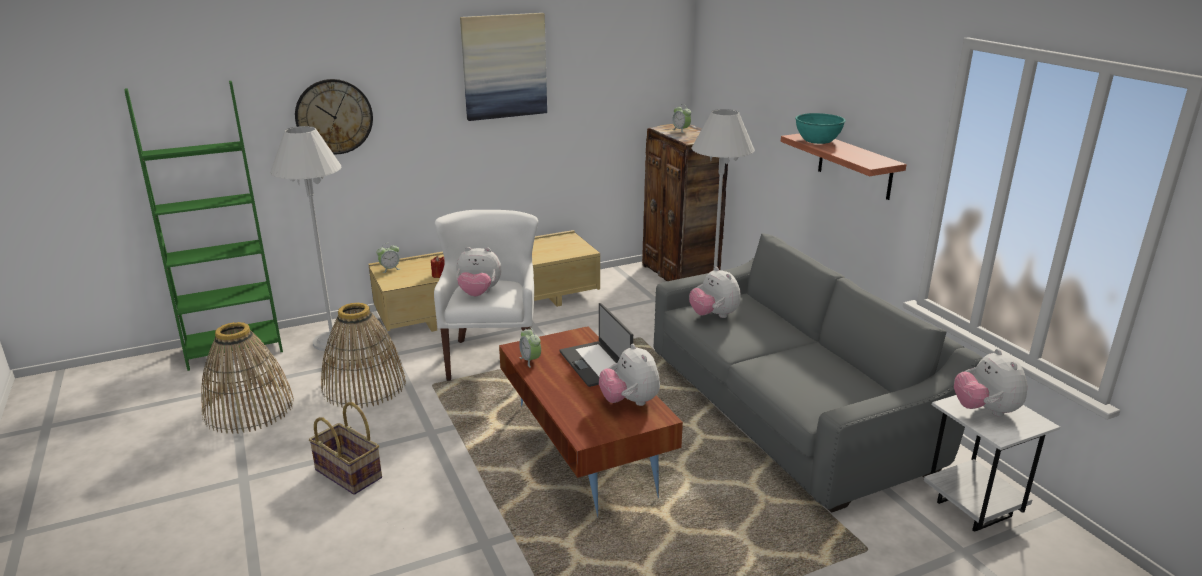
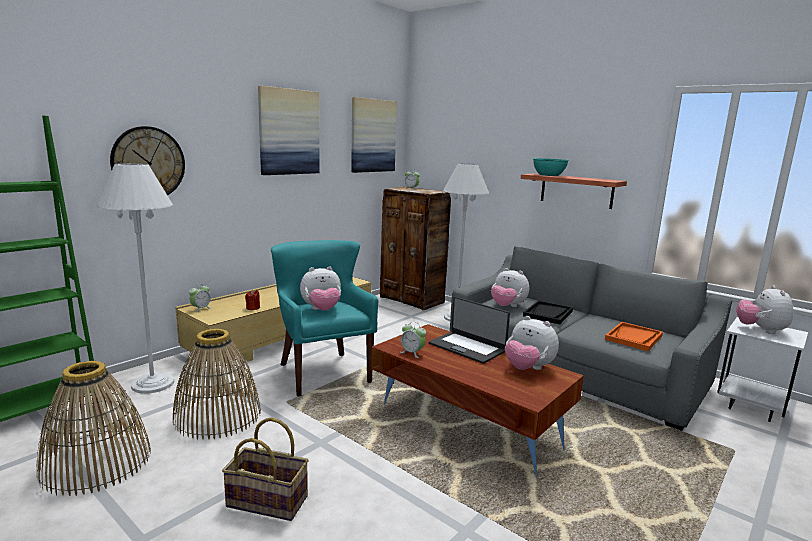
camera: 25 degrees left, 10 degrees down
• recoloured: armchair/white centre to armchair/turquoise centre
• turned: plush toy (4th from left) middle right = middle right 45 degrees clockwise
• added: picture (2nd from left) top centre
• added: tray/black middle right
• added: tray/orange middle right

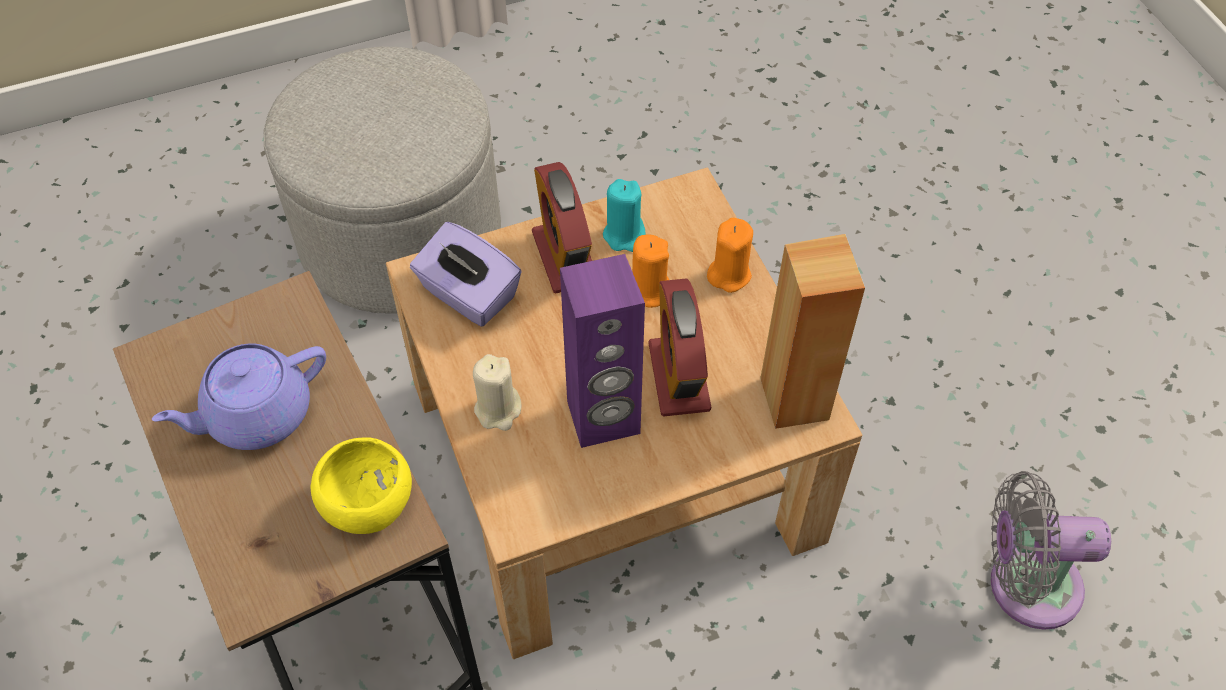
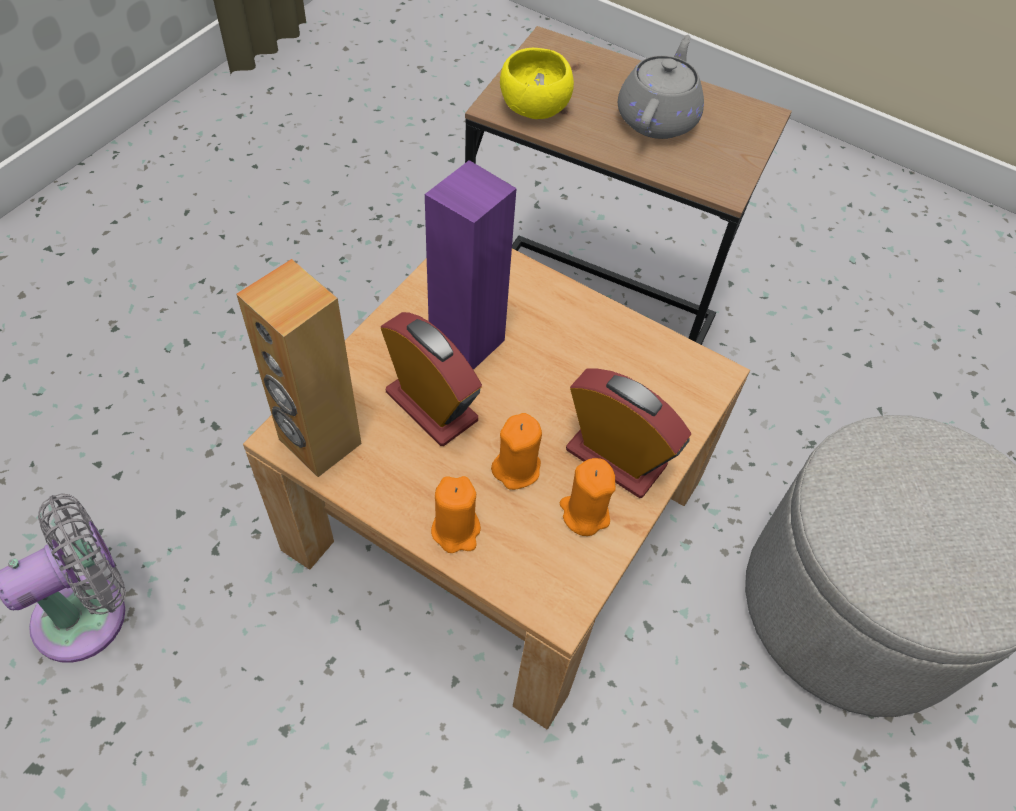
camera: 140 degrees right, 0 degrees up
• recoloured: teapot/purple middle left to teapot/grey top centre
• removed: tissue box/purple centre
• removed: candle/beige centre
• recoloured: candle/turquoise top centre to candle/orange (3rd from left) centre

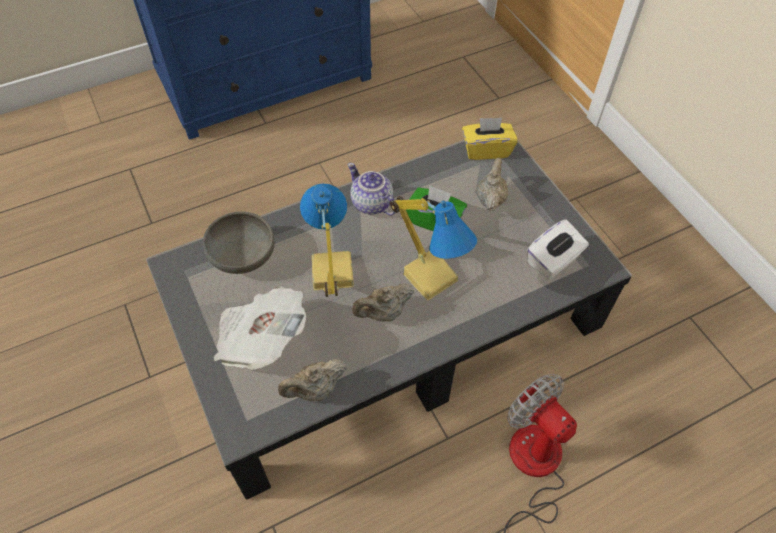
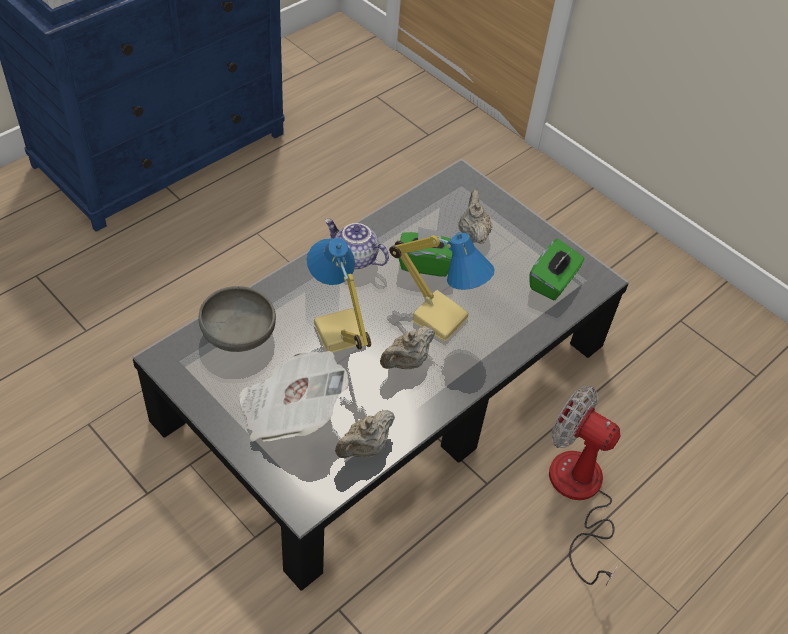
camera: 20 degrees left, 5 degrees down
• removed: tissue box/yellow top centre
• recoloured: tissue box/white middle right to tissue box/green (2nd from left) middle right

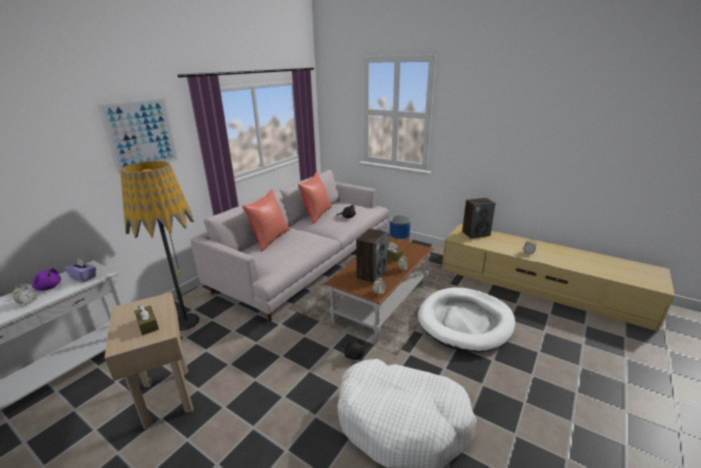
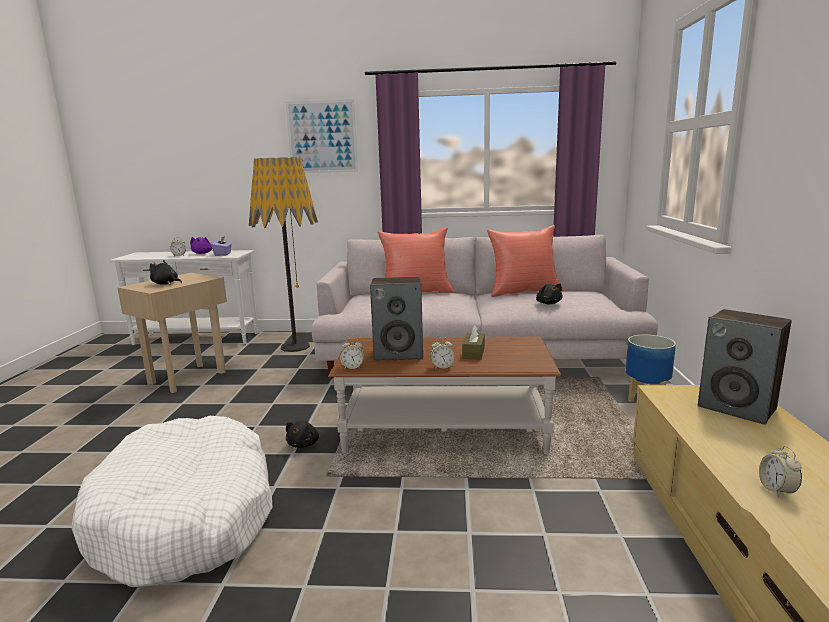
camera: 60 degrees right, 10 degrees down
• replaced: tissue box/brown (1st from left) bottom left to plush toy/black (1st from left) middle left
• removed: dog bed/white (2nd from left) bottom centre

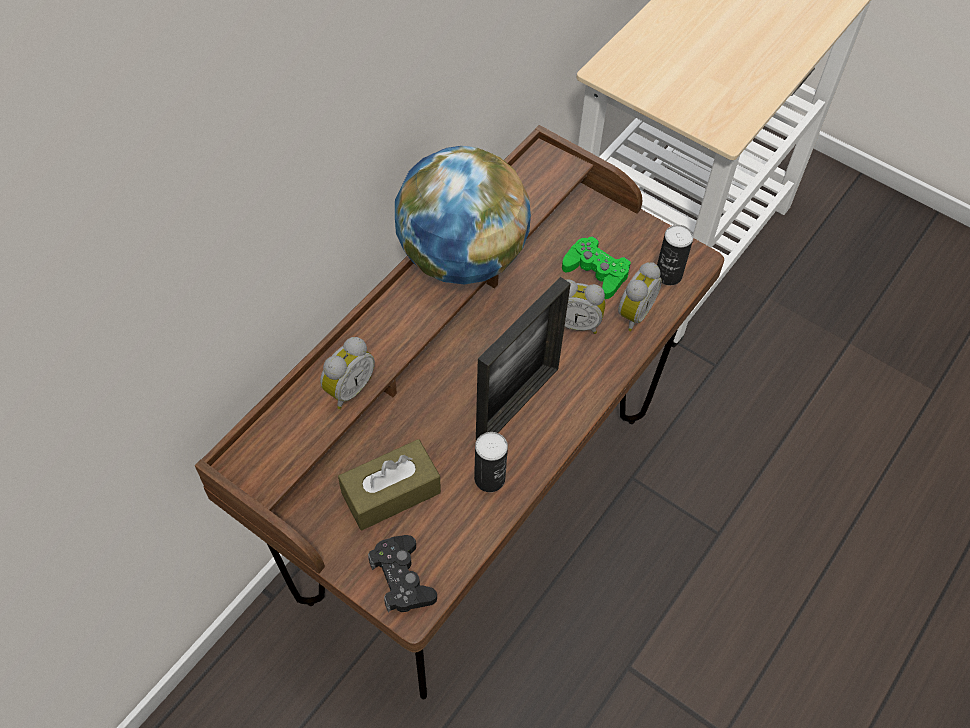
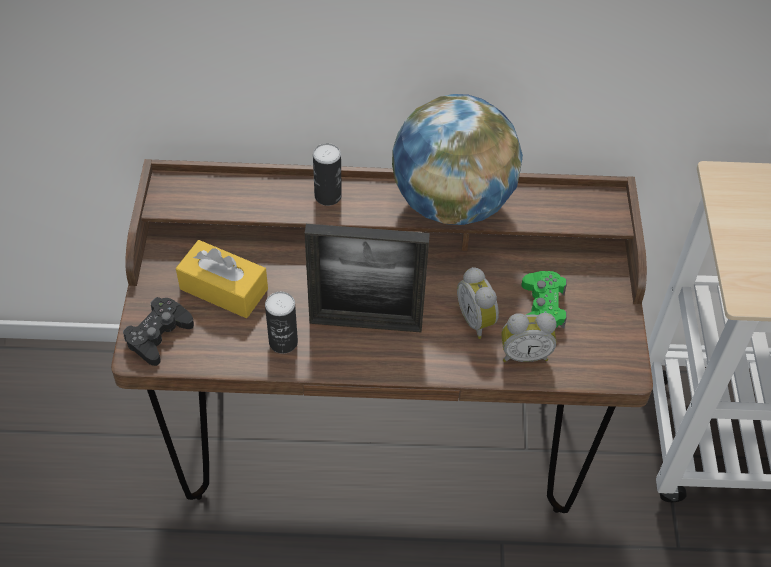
camera: 55 degrees right, 5 degrees down
• removed: alarm clock (1st from left) centre
• recoloured: tissue box/brown centre to tissue box/yellow middle left
• moved: can (2nd from left) middle right to top centre

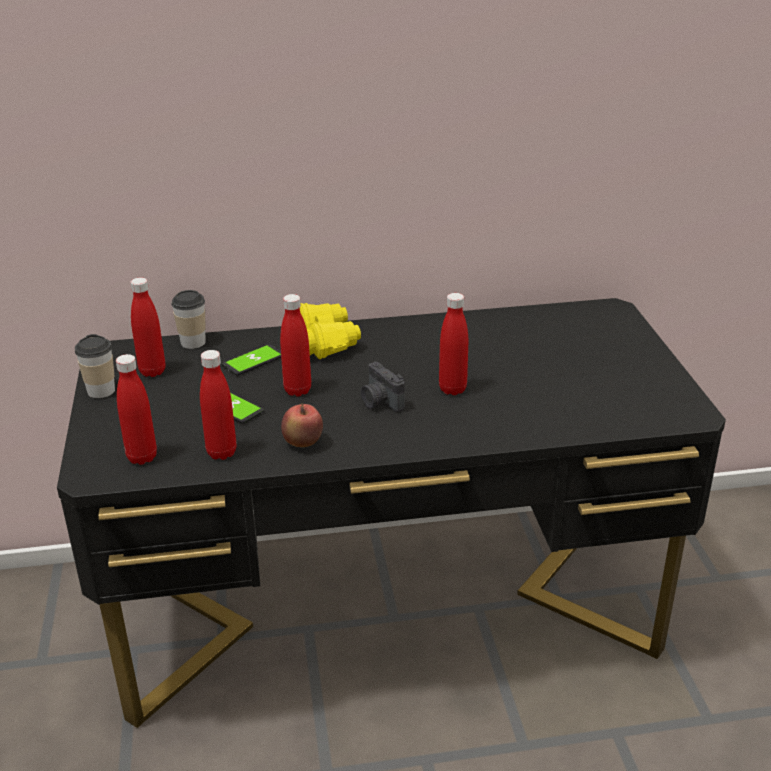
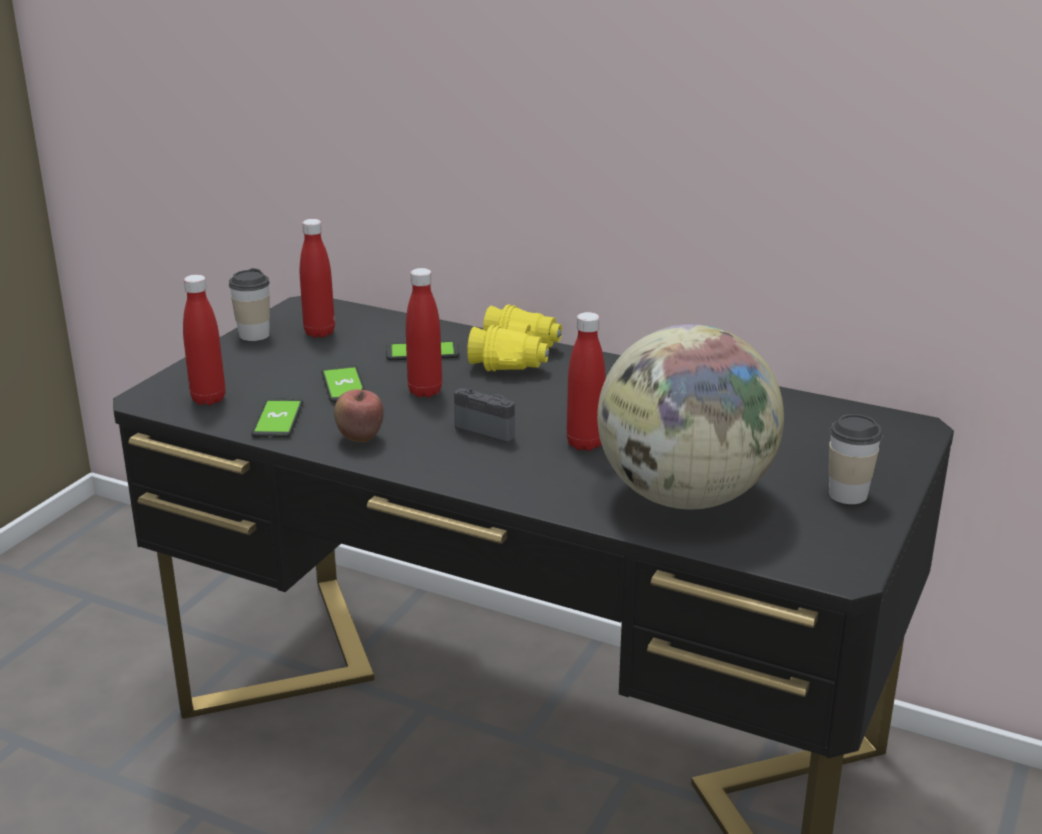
camera: 35 degrees right, 5 degrees down
• moved: cup (2nd from left) middle left to middle right
• replaced: bottle/red (3rd from left) middle left to phone (1st from left) middle left
• turned: photo camera centre = centre 120 degrees clockwise
• added: globe centre

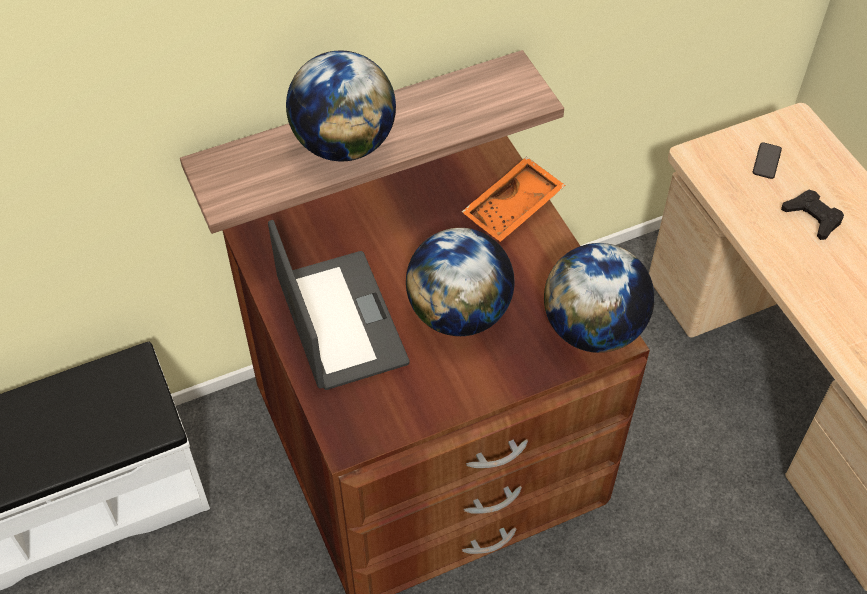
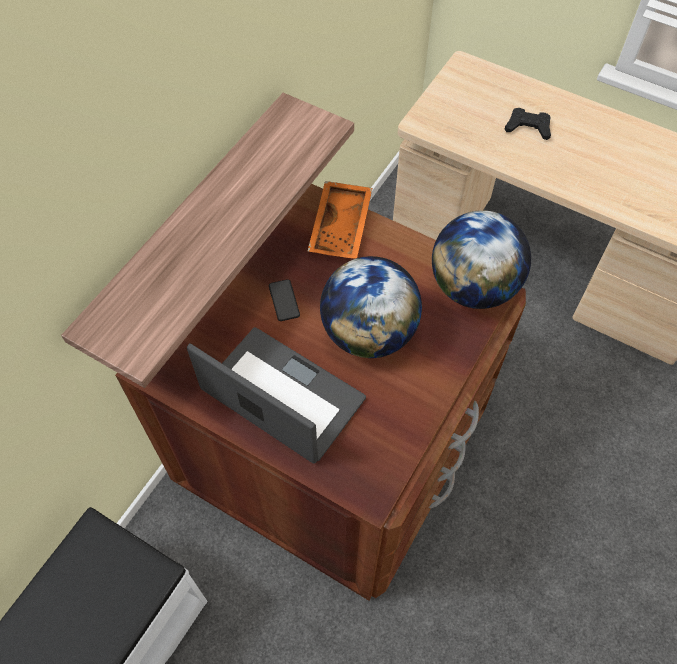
camera: 35 degrees left, 5 degrees up
• removed: globe (1st from left) top centre
• moved: phone top right to centre

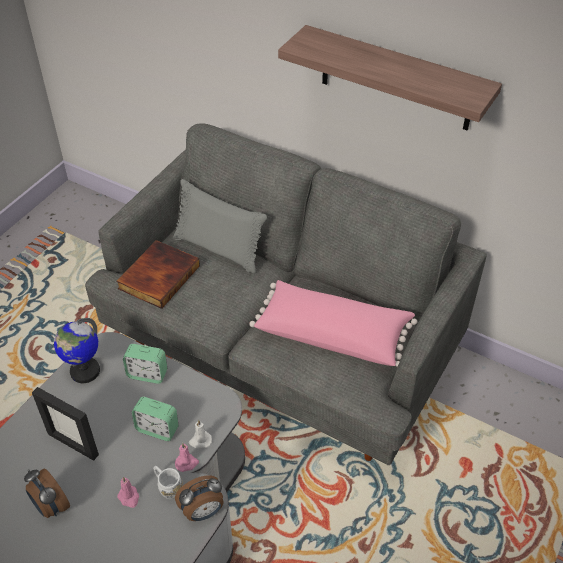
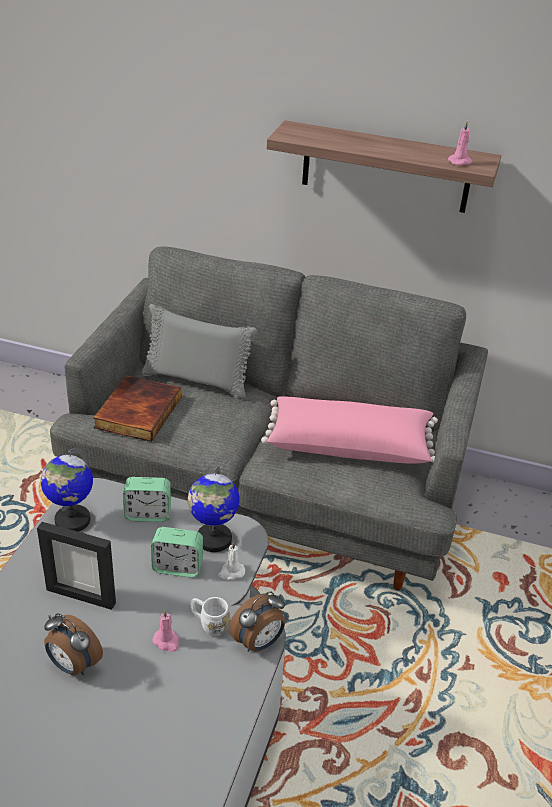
camera: 15 degrees left, 10 degrees down
• moved: candle/pink (2nd from left) bottom left to top right
• added: globe (2nd from left) centre

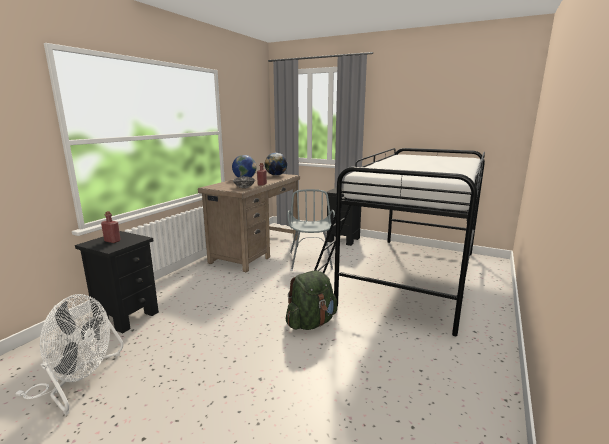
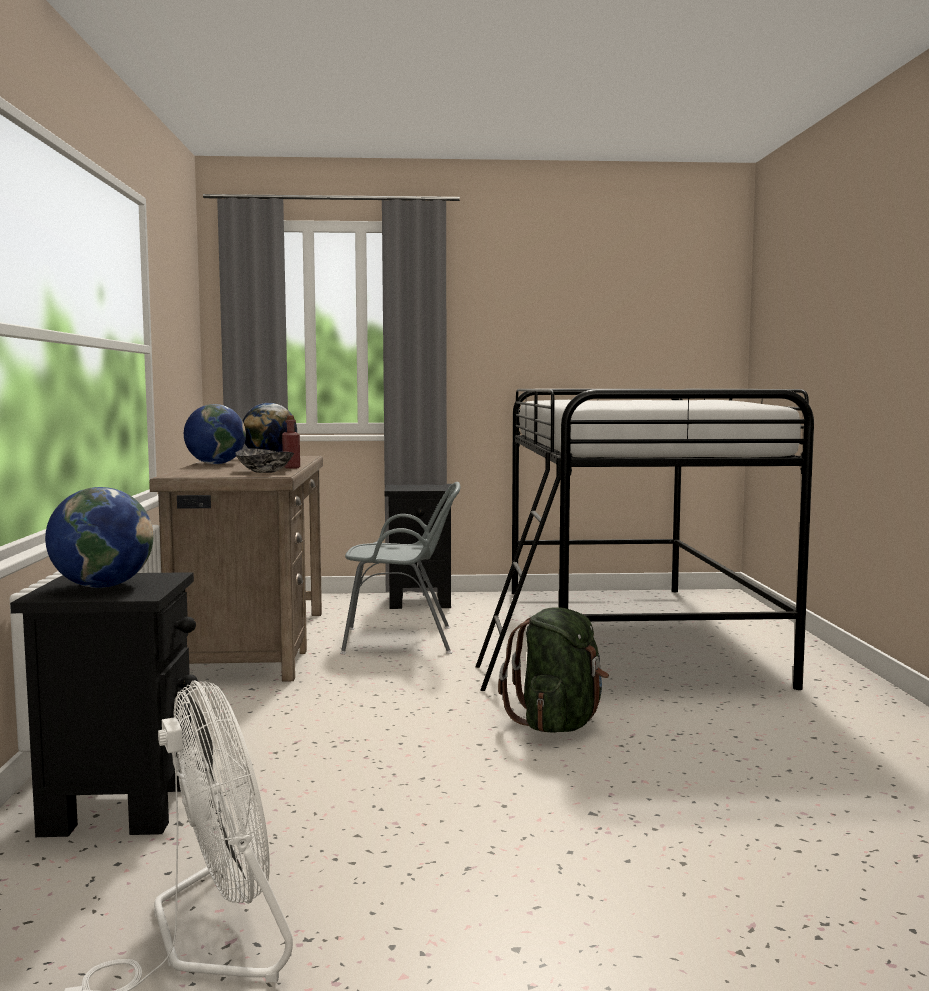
camera: 30 degrees left, 10 degrees down
• replaced: bottle/red (1st from left) middle left to globe (1st from left) middle left
• turned: chair/grey centre = centre 120 degrees clockwise

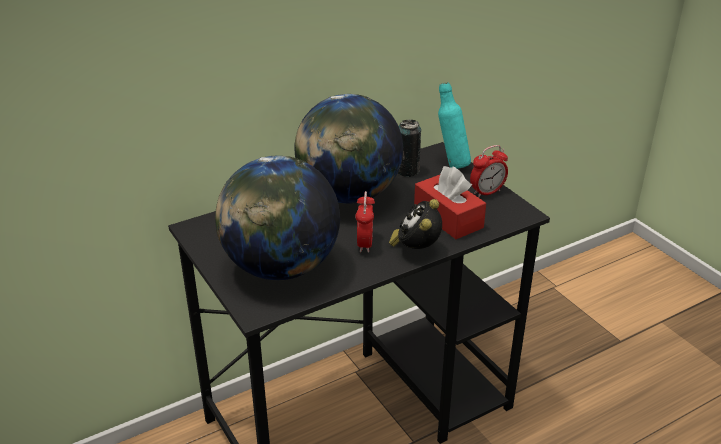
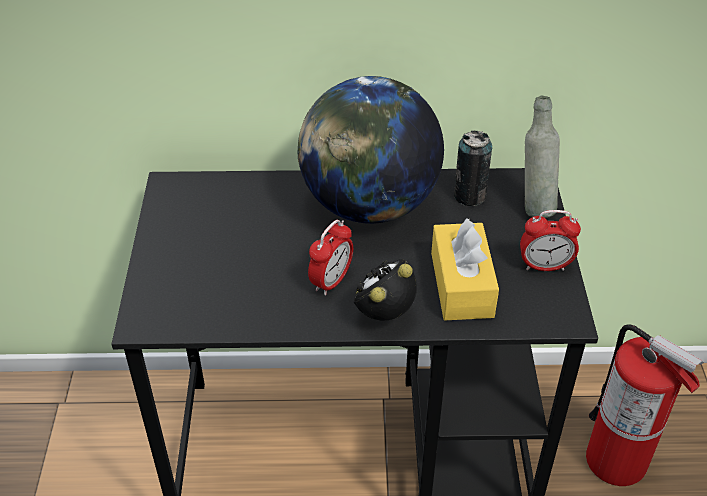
camera: 30 degrees right, 10 degrees up
• removed: globe (1st from left) centre
• recoloured: tissue box/red centre to tissue box/yellow centre
• recoloured: bottle/turquoise top centre to bottle/grey top right
• added: fire extinguisher bottom right

